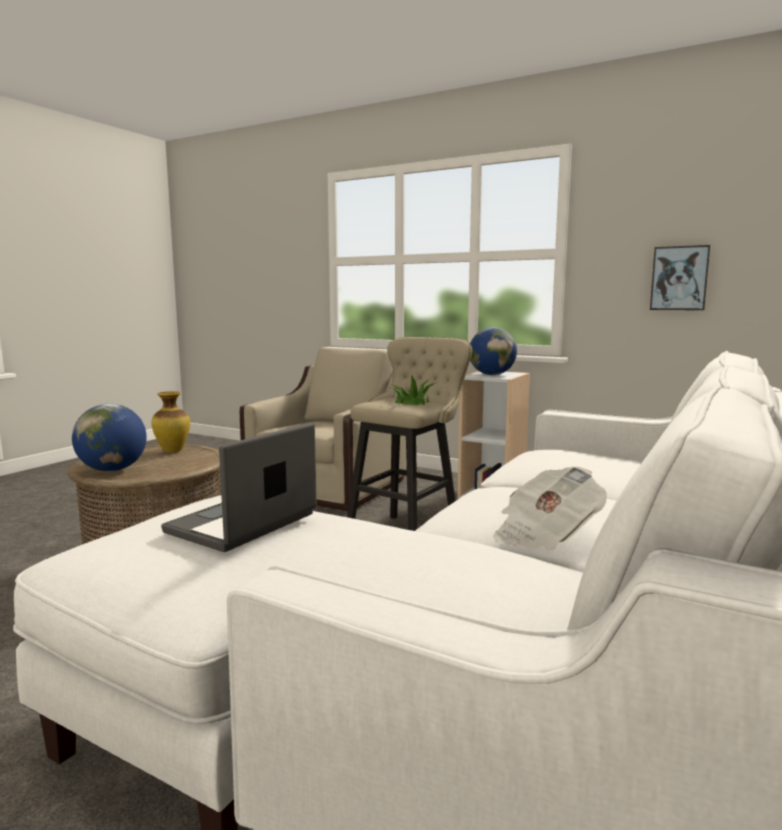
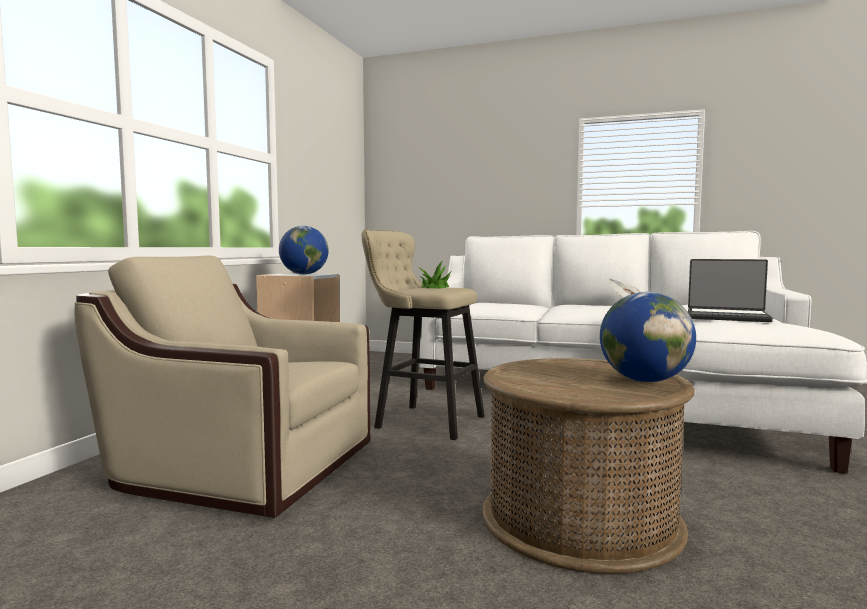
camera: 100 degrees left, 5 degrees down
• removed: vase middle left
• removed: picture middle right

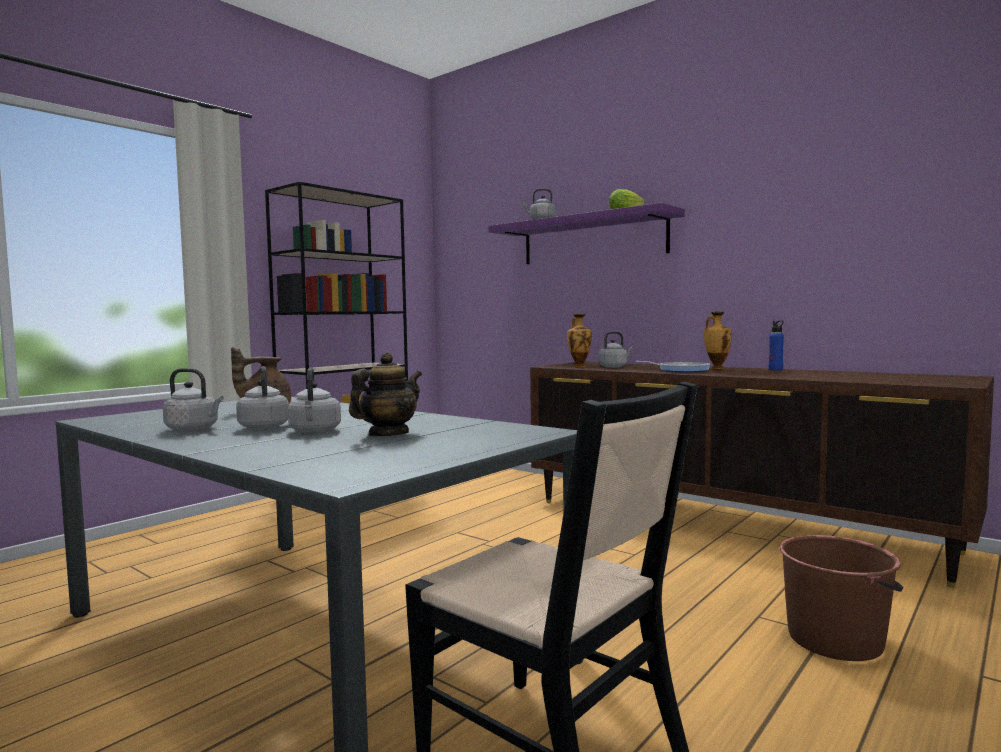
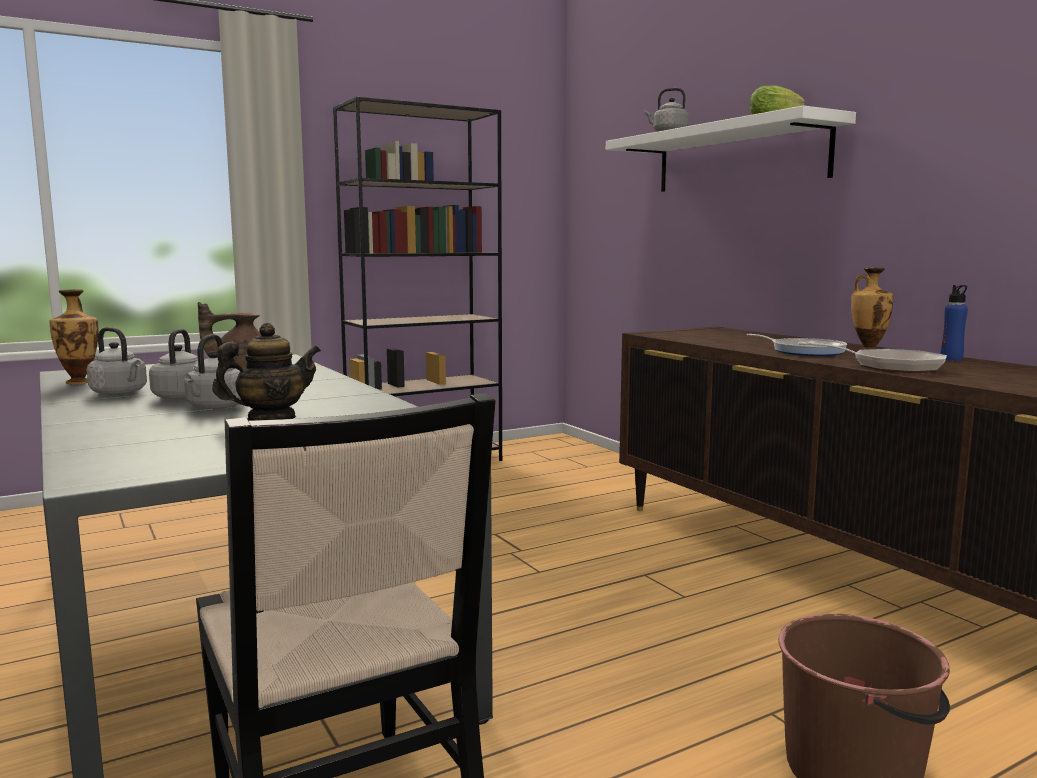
camera: 20 degrees right, 5 degrees up
• recoloured: shelf/purple top centre to shelf/white top right
• moved: vase (1st from left) centre to middle left
• removed: kettle/grey (5th from left) centre
• added: frying pan (2nd from left) middle right

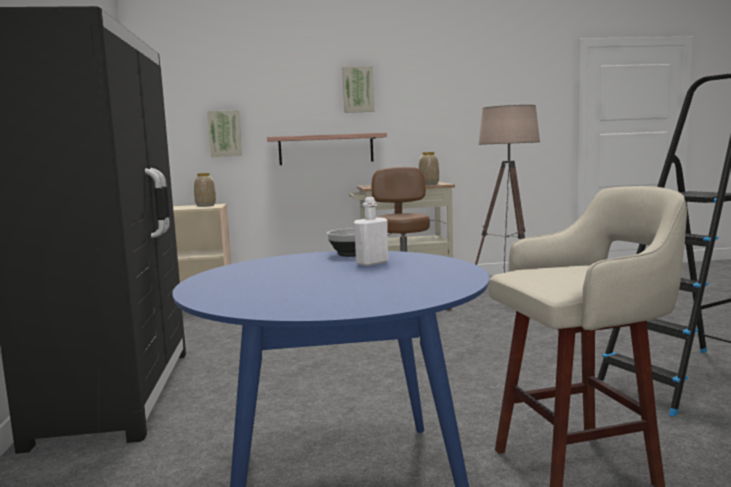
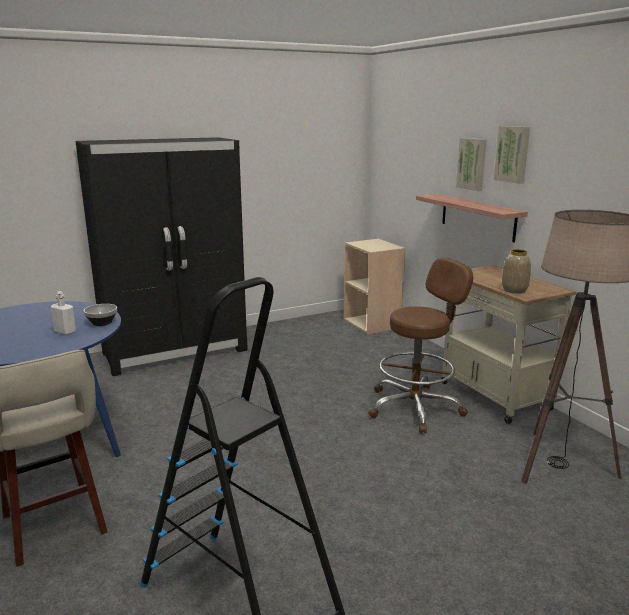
camera: 70 degrees right, 10 degrees up
• removed: vase (1st from left) middle left
• moved: picture (1st from left) top left to top right

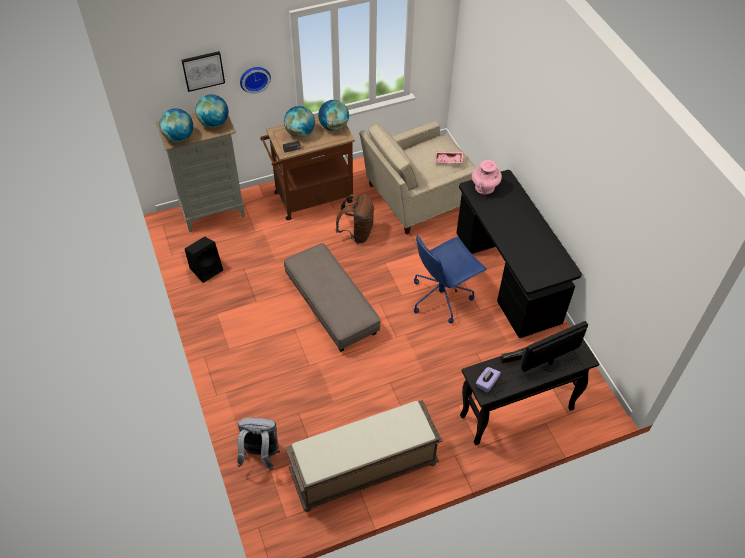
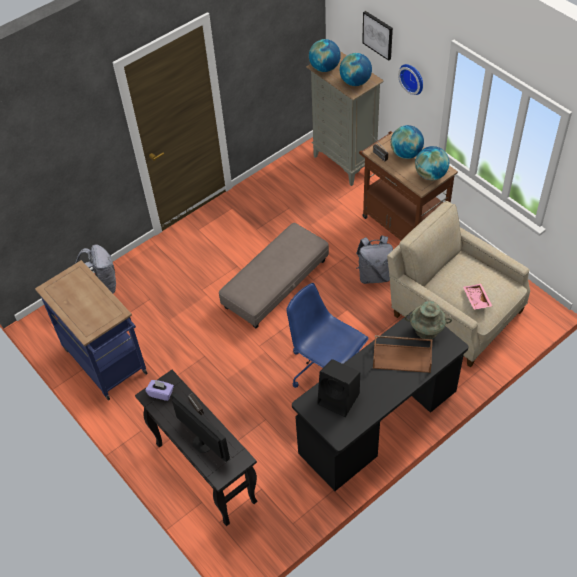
camera: 75 degrees right, 0 degrees up
• moved: speaker/black middle left to bottom centre
• replaced: bench/brown bottom centre to cart/blue middle left
• recoloured: backpack/brown centre to backpack/grey (2nd from left) centre
• recoloured: vase/pink top centre to vase/turquoise middle right
• added: tray/brown middle right

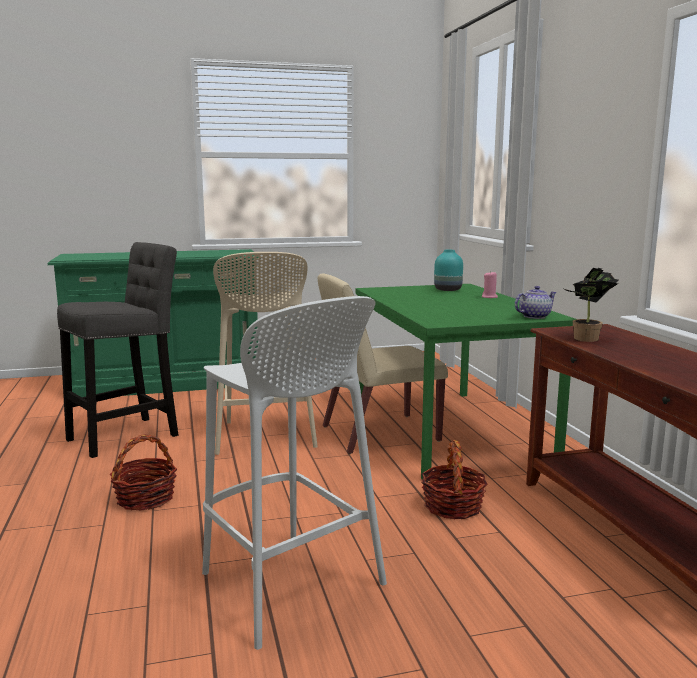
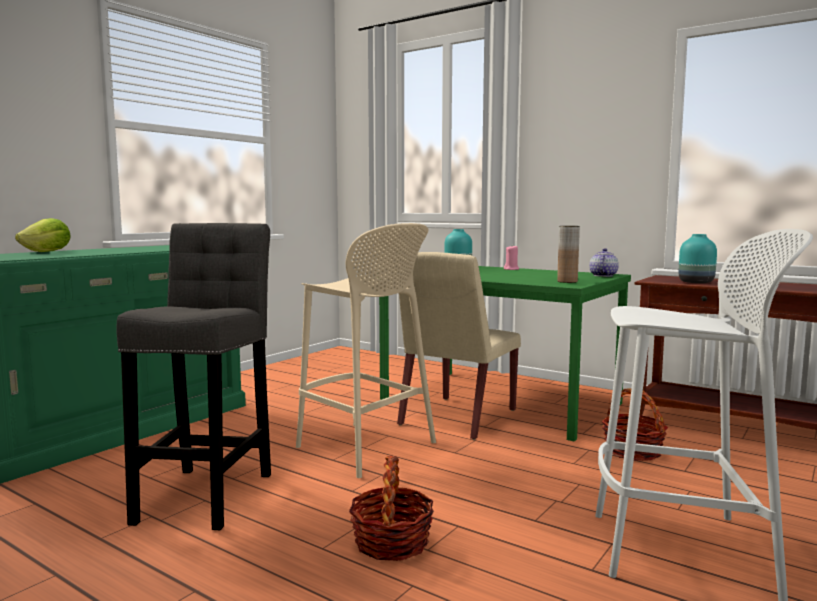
camera: 40 degrees left, 5 degrees down
• replaced: potted plant middle right to vase/turquoise (2nd from left) middle right
• added: lettuce middle left
• added: vase/brown middle right

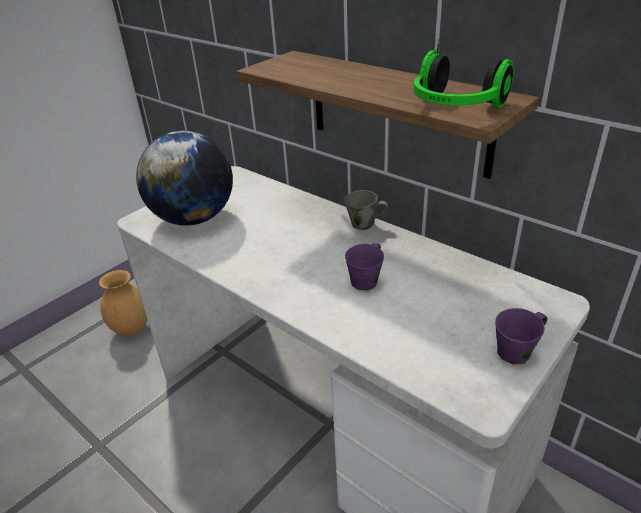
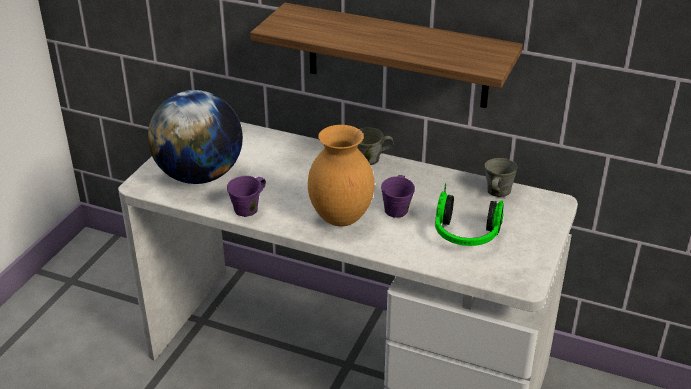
camera: 20 degrees left, 0 degrees up
• moved: vase/brown middle left to centre
• moved: headphones top right to middle right
• moved: mug/purple (2nd from left in the first image) middle right to mug/purple (1st from left) centre
• added: mug/grey (2nd from left) middle right

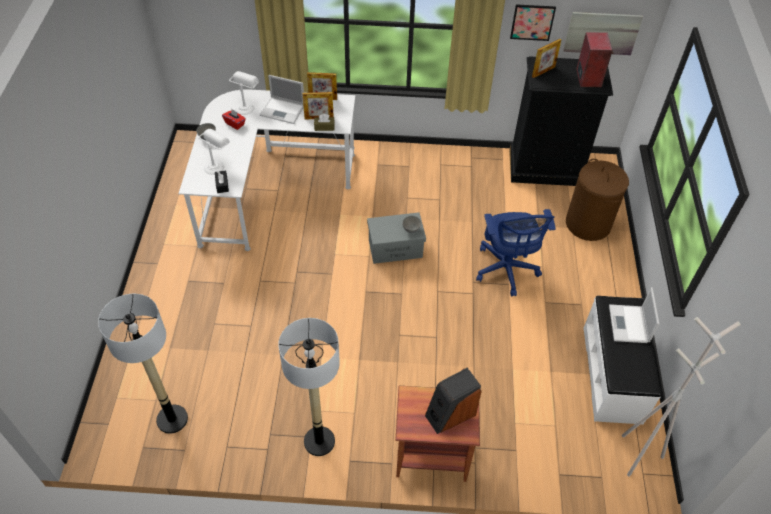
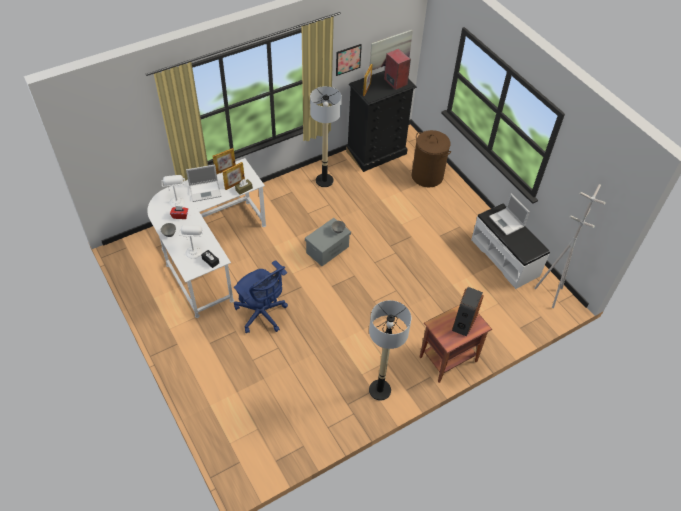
camera: 35 degrees left, 0 degrees up
• moved: floor lamp (1st from left) bottom left to top centre
• moved: office chair/blue middle right to centre

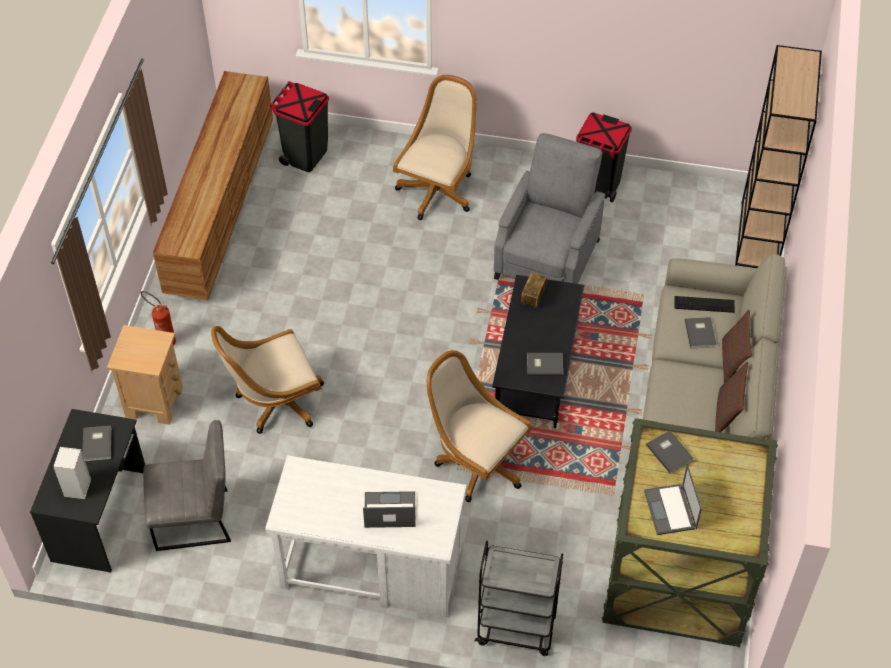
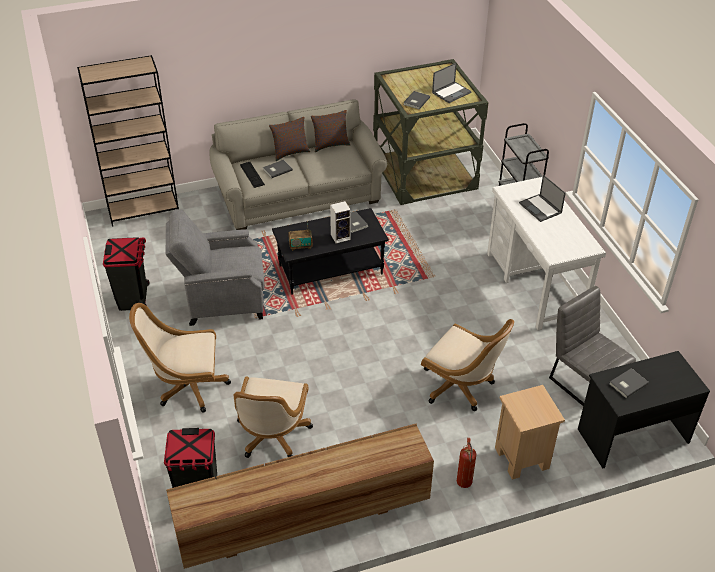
camera: 120 degrees left, 10 degrees down
• moved: speaker bottom left to centre
• moved: office chair (3rd from left in the first image) centre to office chair (2nd from left) bottom centre

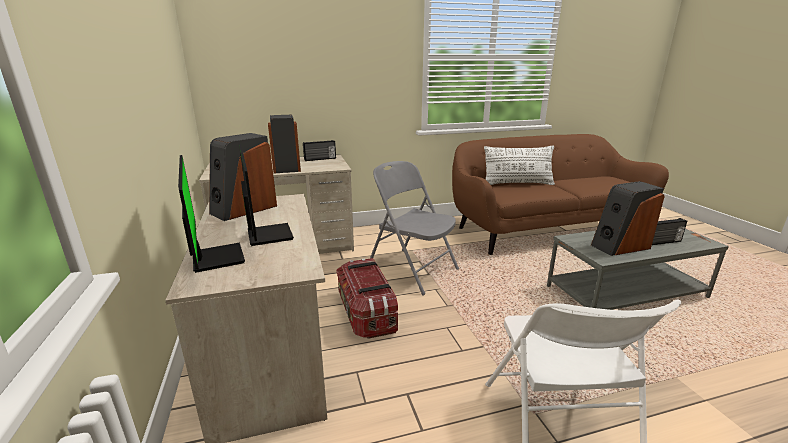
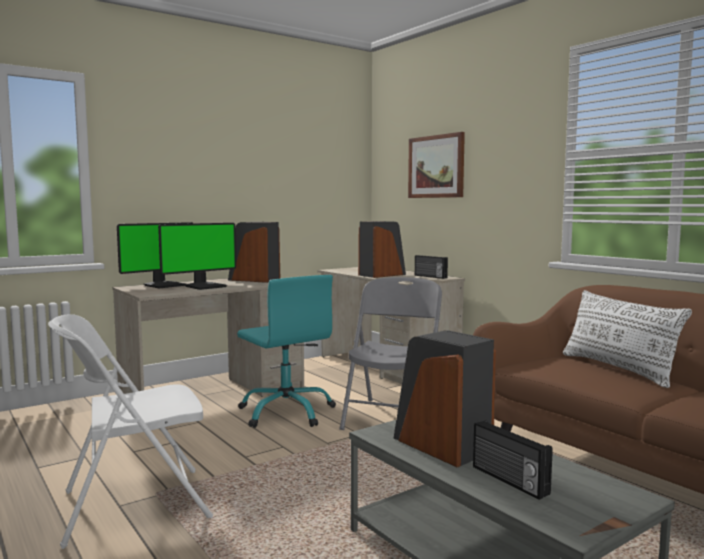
camera: 70 degrees right, 15 degrees down
• replaced: storage box bottom centre to office chair/turquoise centre
• added: picture top centre

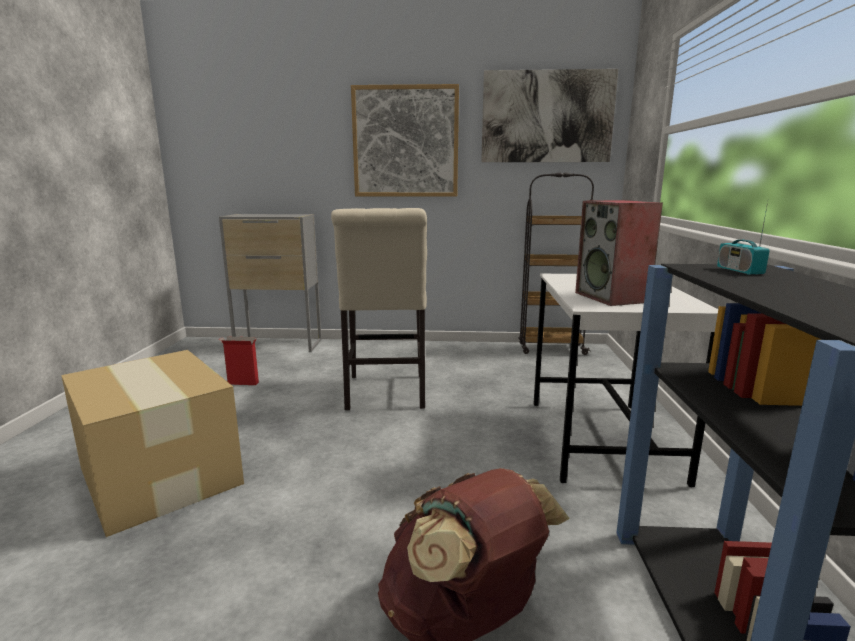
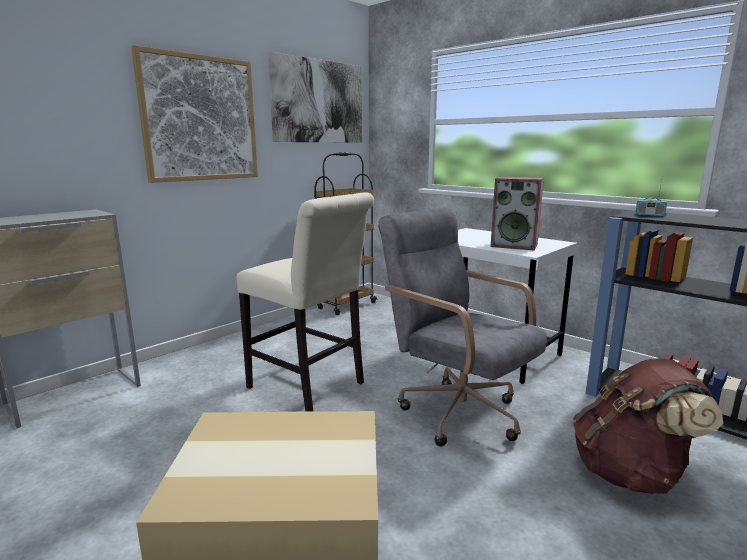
camera: 50 degrees left, 0 degrees up
• removed: cardboard box (2nd from left) middle left
• added: office chair/grey centre

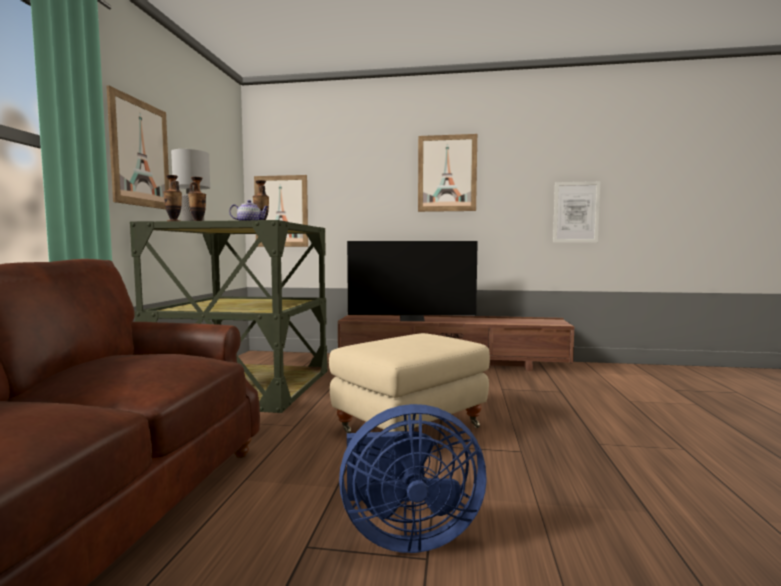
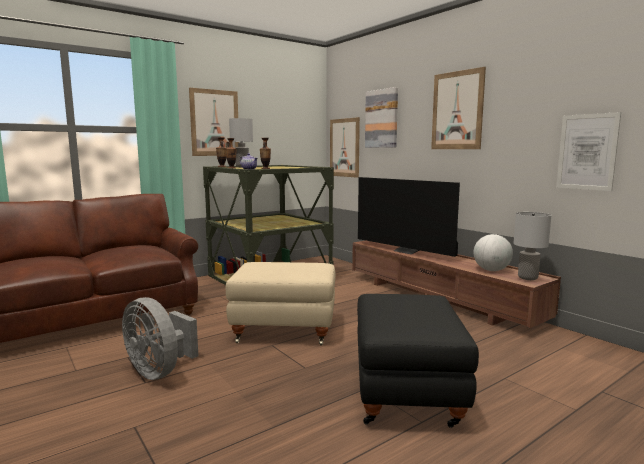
camera: 45 degrees right, 5 degrees up
• recoloured: fan/blue bottom centre to fan/grey bottom left
• added: ottoman/black bottom centre
• added: picture (3rd from left) top centre
• added: globe middle right
• added: table lamp/grey (2nd from left) middle right

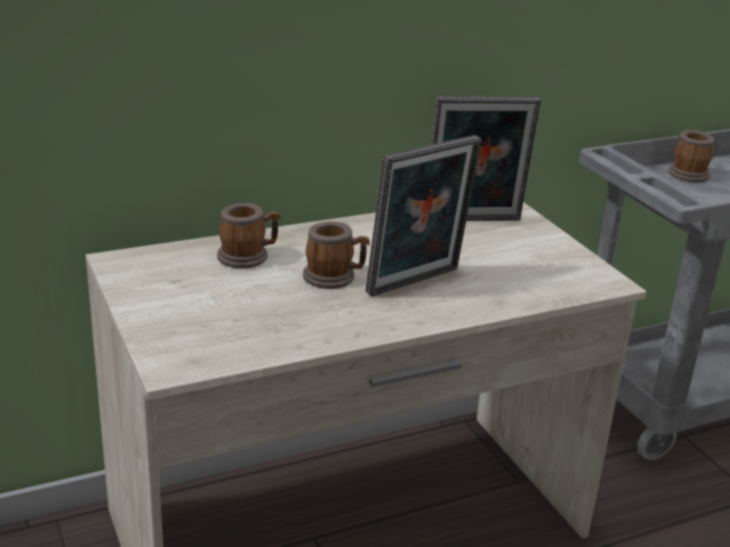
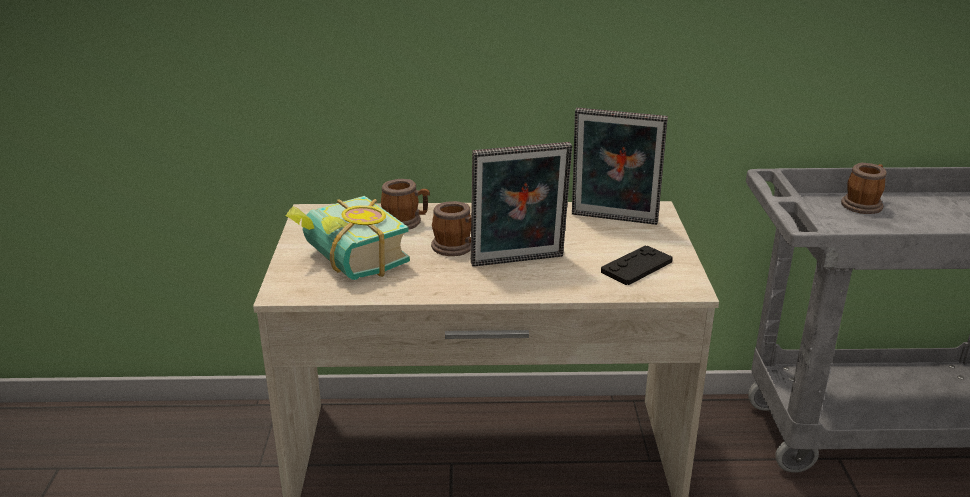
camera: 25 degrees right, 0 degrees up
• added: book centre
• added: game controller/black centre

